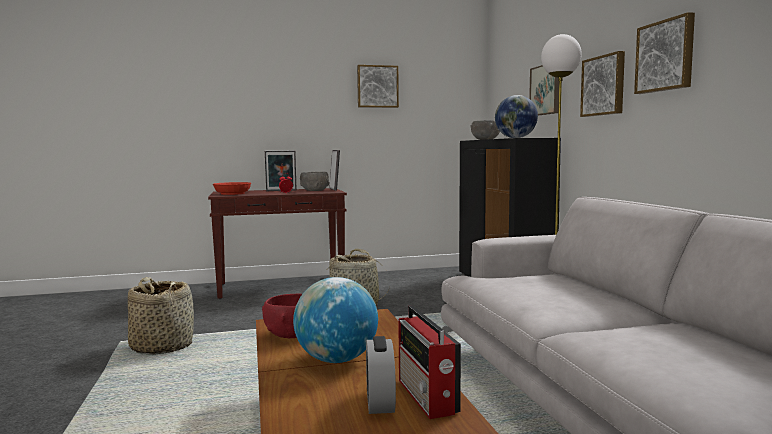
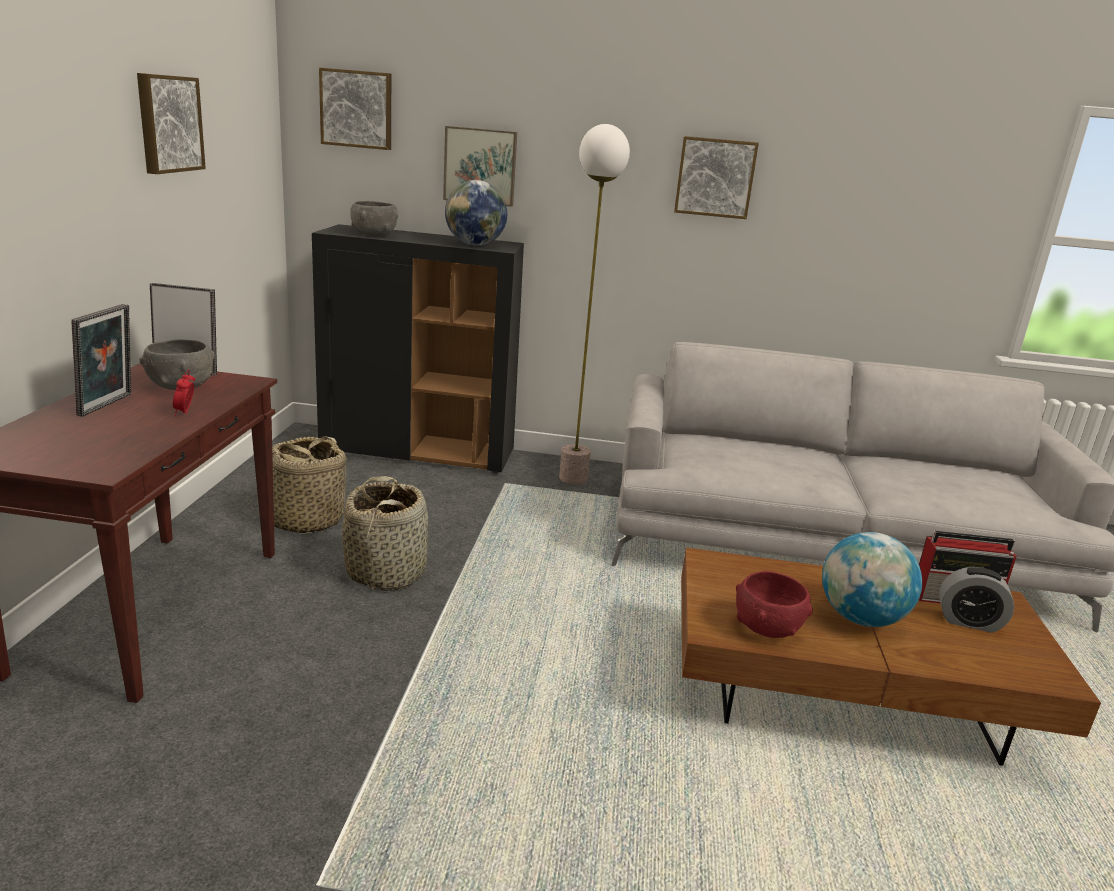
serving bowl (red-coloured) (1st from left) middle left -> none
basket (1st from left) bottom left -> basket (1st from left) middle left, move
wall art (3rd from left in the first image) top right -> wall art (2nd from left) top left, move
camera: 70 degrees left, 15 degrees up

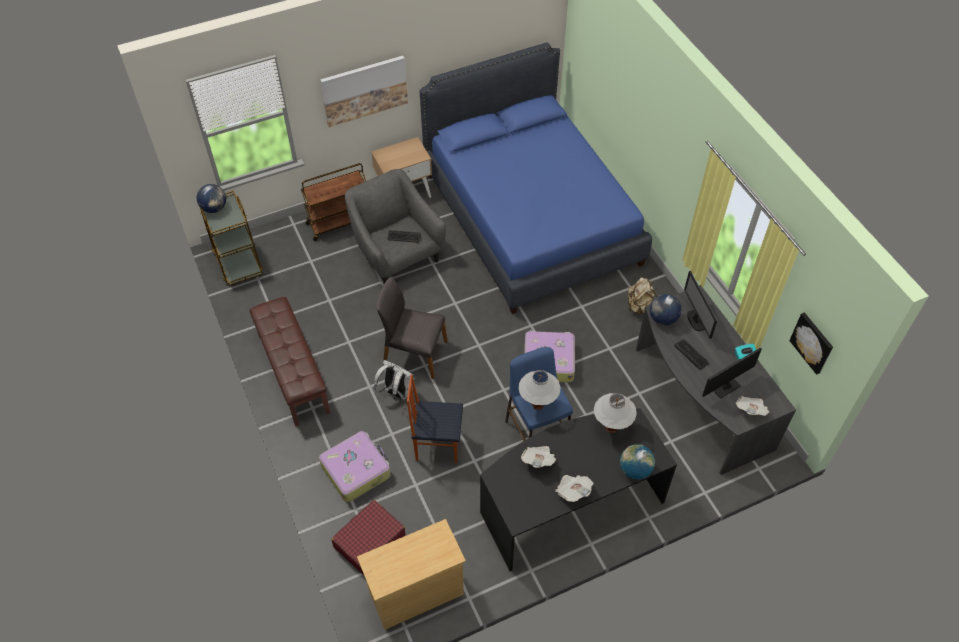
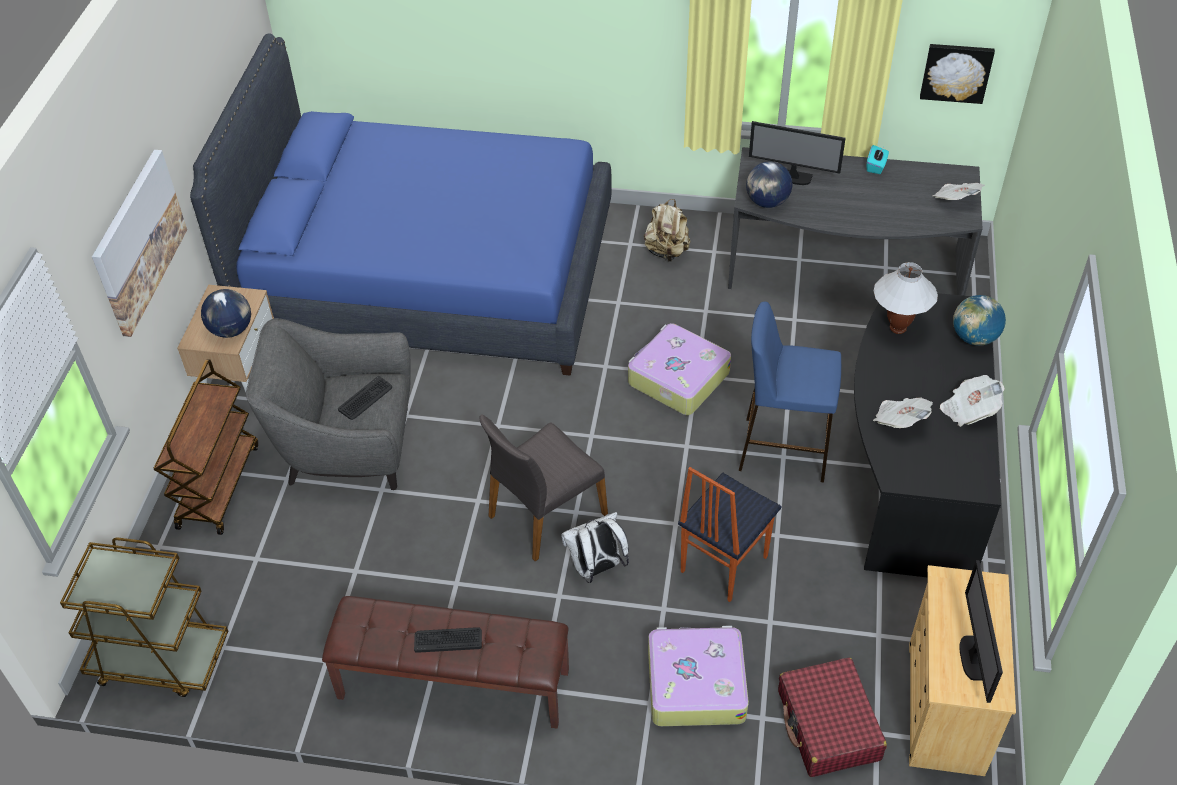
tabletop lamp (white-coloured) (1st from left) centre -> none
globe (1st from left) top left -> globe (1st from left) middle left, move
computer keyboard (2nd from left) middle right -> computer keyboard (2nd from left) bottom centre, move
computer display (2nd from left) middle right -> computer display (2nd from left) bottom right, move
camera: 55 degrees left, 5 degrees down

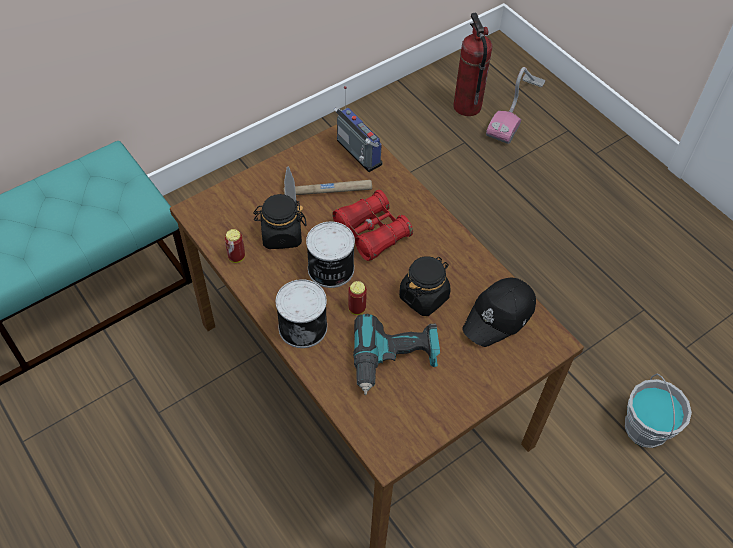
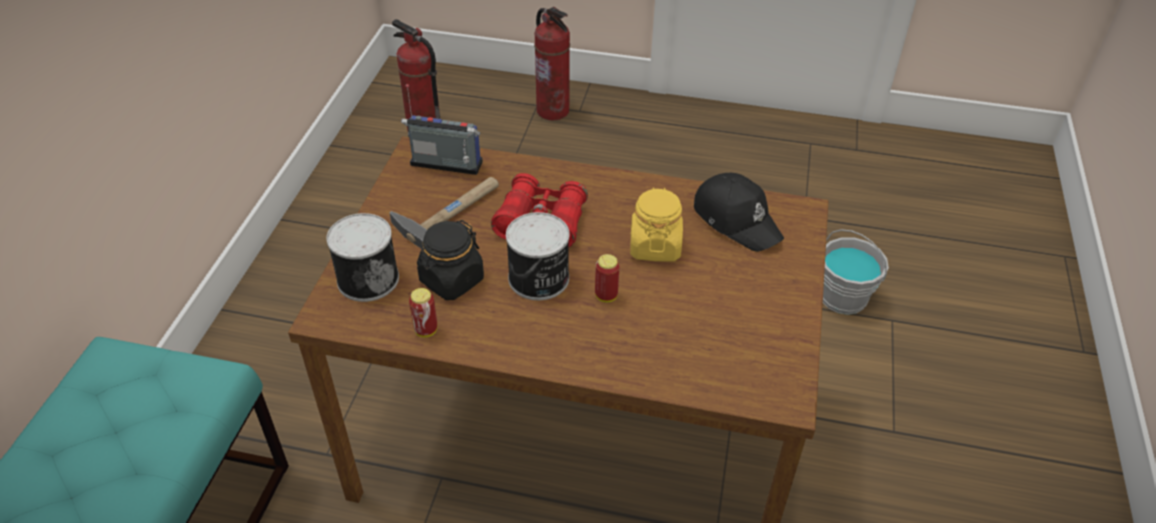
electric drill centre -> none
vacuum cleaner top right -> none
none -> fire extinguisher (2nd from left) top centre
can (2nd from left in the first image) centre -> can (1st from left) middle left, move
preserve jar (blackish) (2nd from left) centre -> preserve jar (yellow) centre
peaked cap (blackish) middle right -> peaked cap (blackish) centre, 45 degrees counterclockwise
camera: 40 degrees left, 10 degrees down

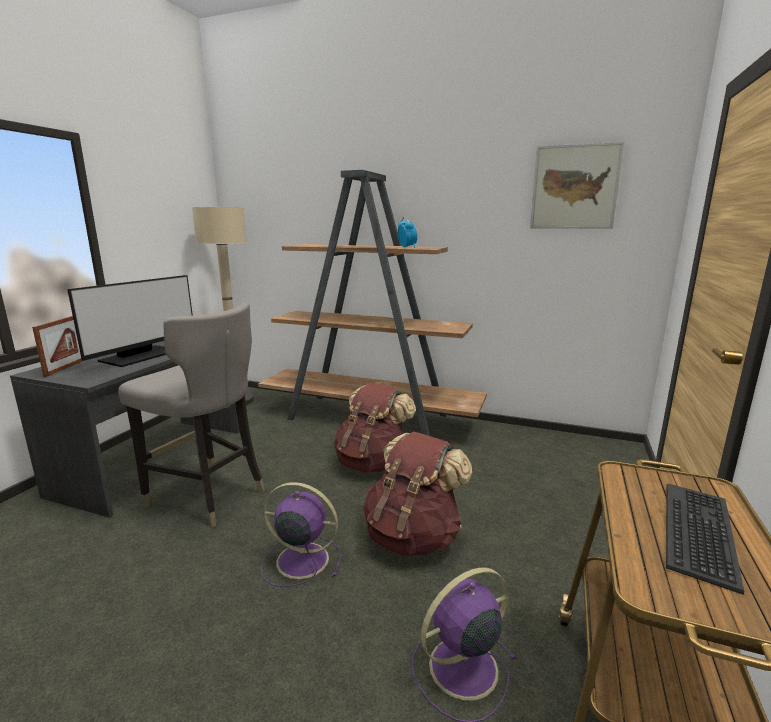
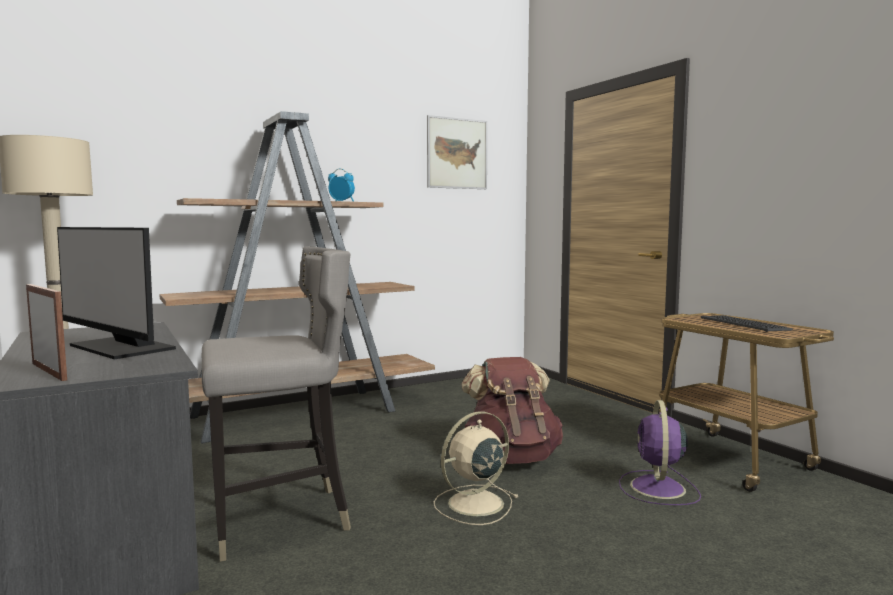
backpack (brown) (1st from left) centre -> none
fan (purple-coloured) (1st from left) bottom centre -> fan (sand-coloured) bottom centre
computer display middle left, 150 degrees clockwise
camera: 50 degrees left, 10 degrees down

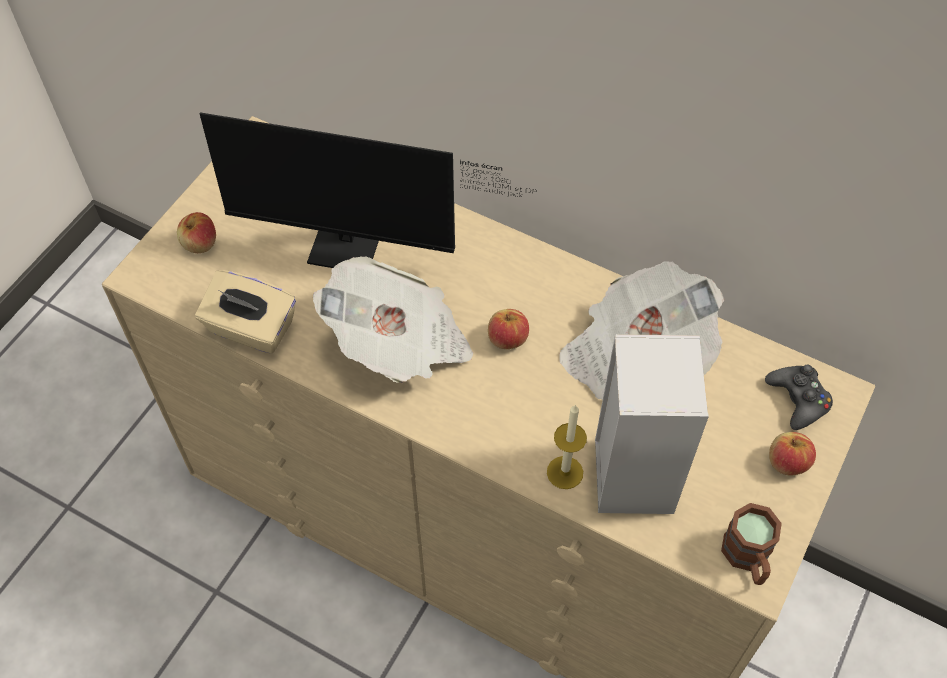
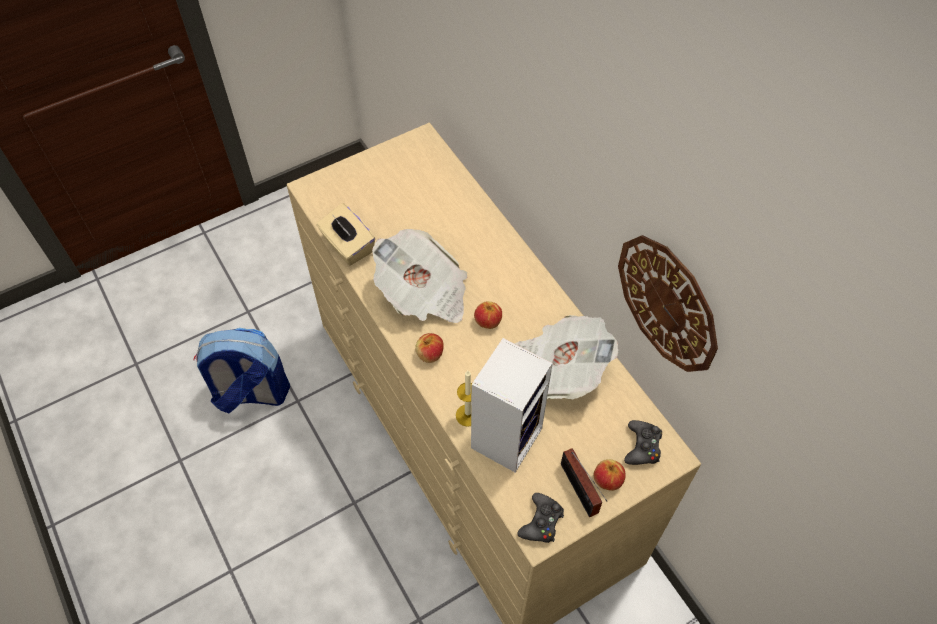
computer display top centre -> none
none -> backpack middle left
none -> radio set bottom centre
none -> hanging clock middle right
apple fruit (1st from left) middle left -> apple fruit (1st from left) centre, move
tea mug (brown) bottom right -> game controller (blackish) (1st from left) bottom centre
camera: 30 degrees right, 0 degrees up

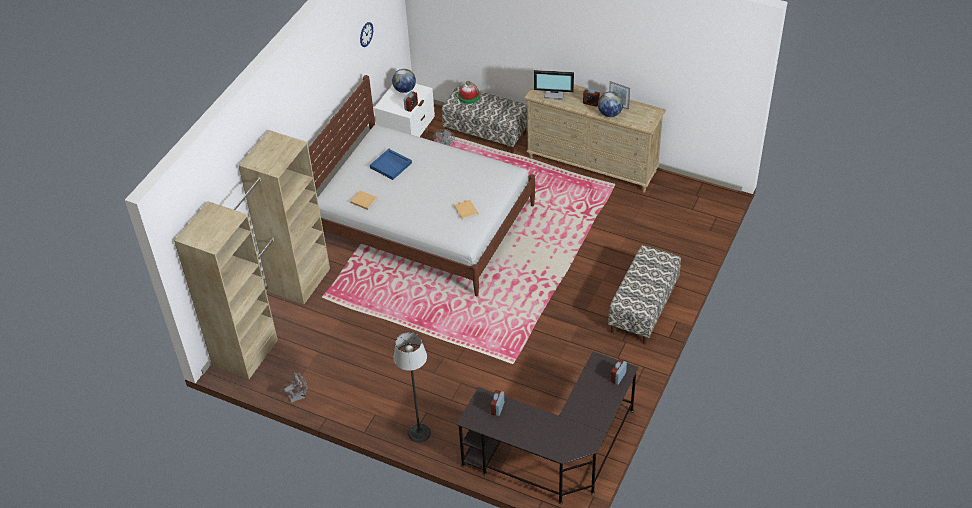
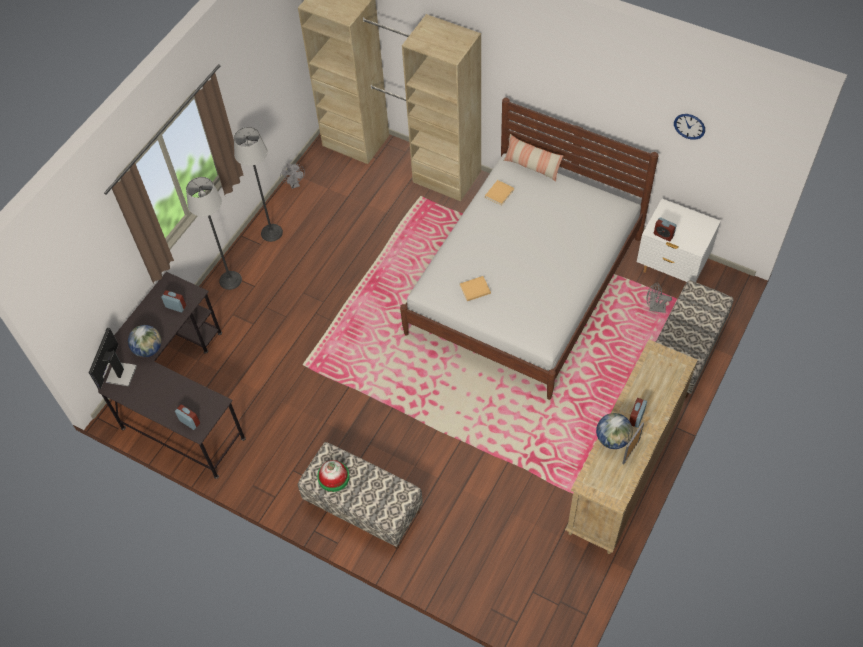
serving tray (blue) top centre -> none
none -> standard lamp (2nd from left) top left
none -> pillow top centre
globe (1st from left) top centre -> globe (1st from left) middle left, move
clothing hat top centre -> clothing hat bottom centre, move
computer display top centre -> computer display middle left, move
camera: 95 degrees right, 10 degrees up

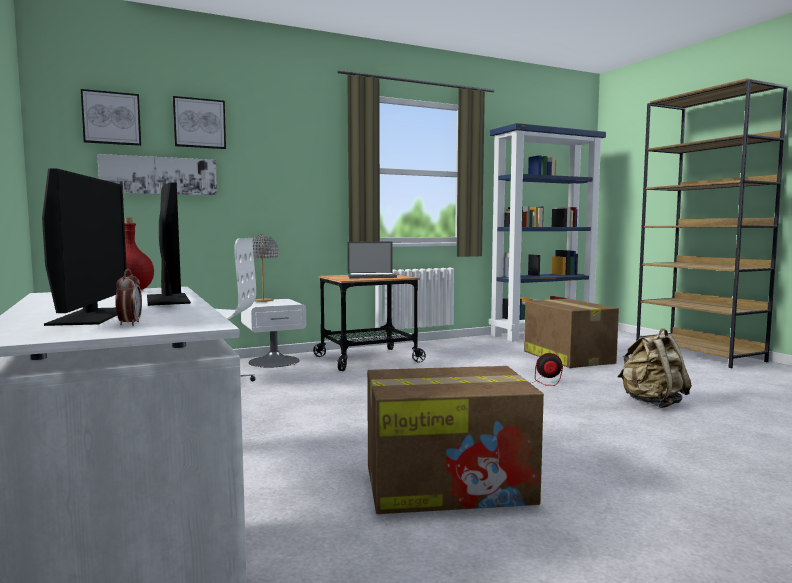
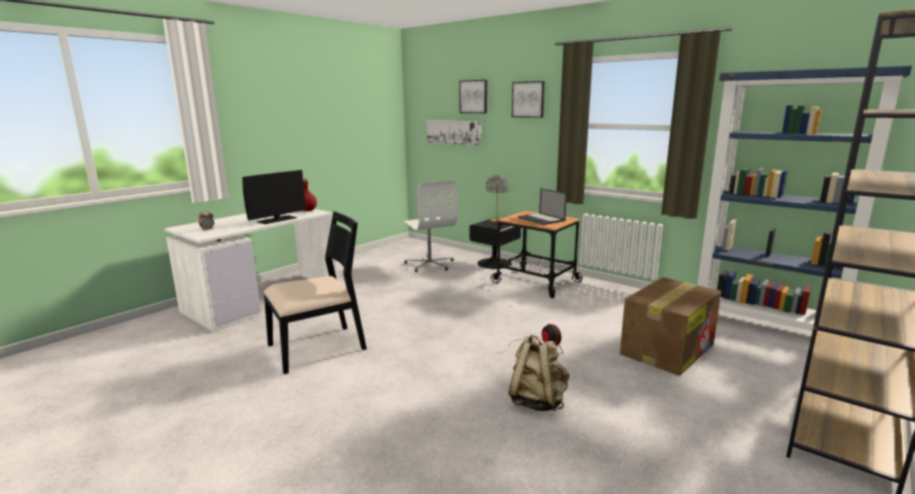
computer display (1st from left) middle left -> none
wall art (1st from left in the first image) top left -> wall art (3rd from left) top centre, move
packing box (1st from left) bottom centre -> plain chair (blackish) centre
night table (white-coloured) centre -> night table (blackish) centre
camera: 65 degrees right, 10 degrees up

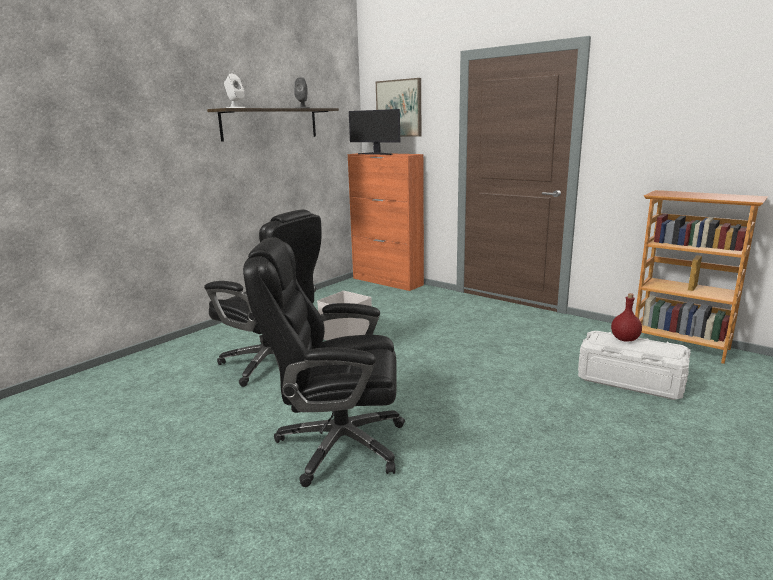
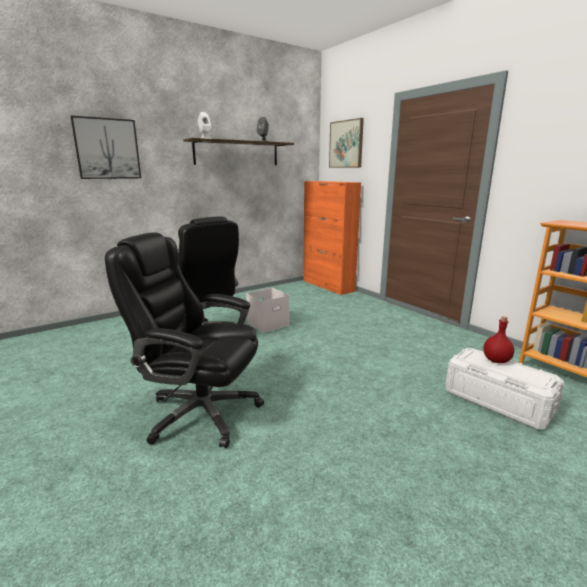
computer display top centre -> none
none -> wall art (1st from left) top left
camera: 15 degrees right, 0 degrees up

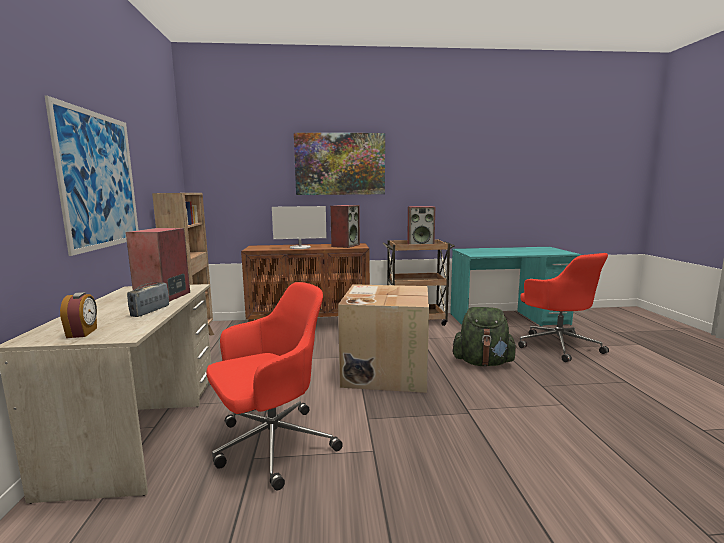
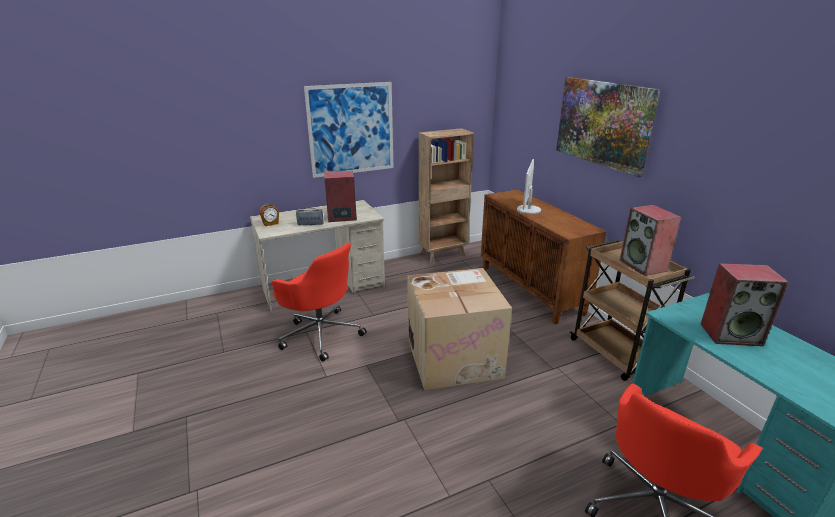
backpack (green) middle right -> none
audio speaker (2nd from left in the first image) centre -> audio speaker (3rd from left) middle right, move
computer display centre, 45 degrees clockwise
camera: 70 degrees right, 15 degrees up

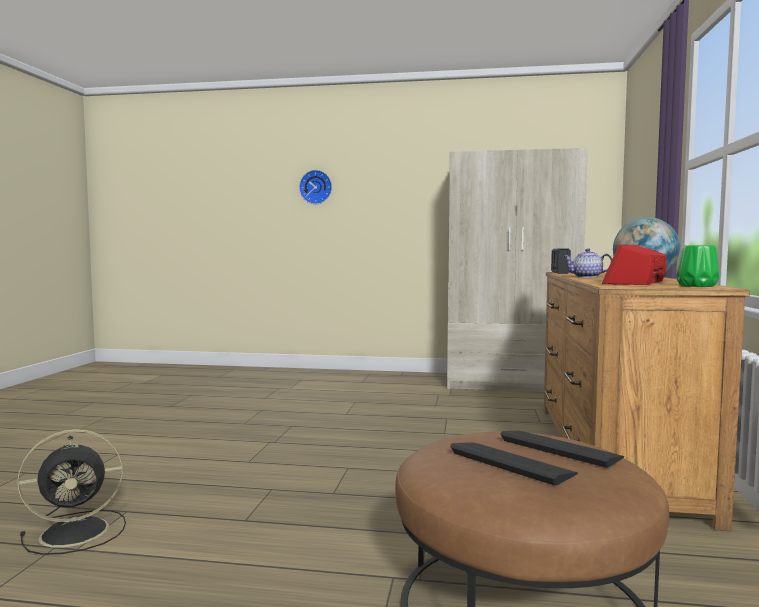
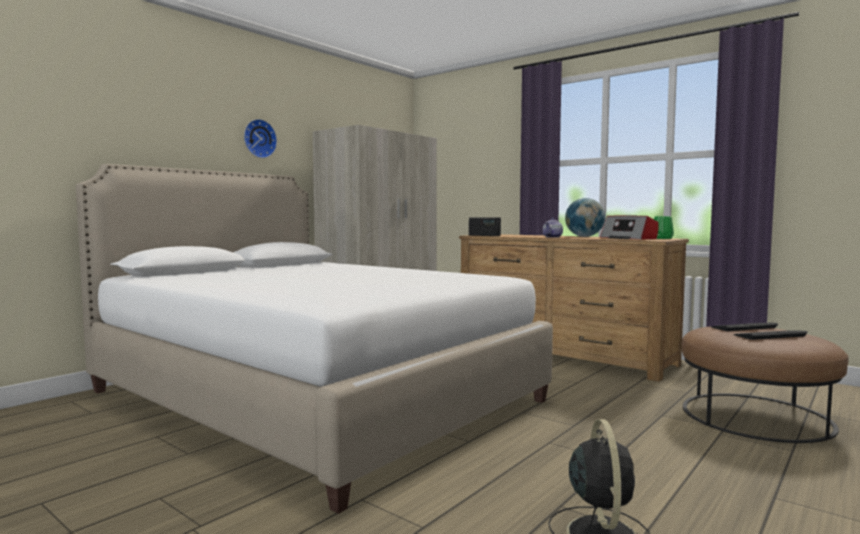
none -> bedroom bed (white-coloured) centre
hanging clock top centre -> hanging clock top left, move
camera: 60 degrees left, 0 degrees up

